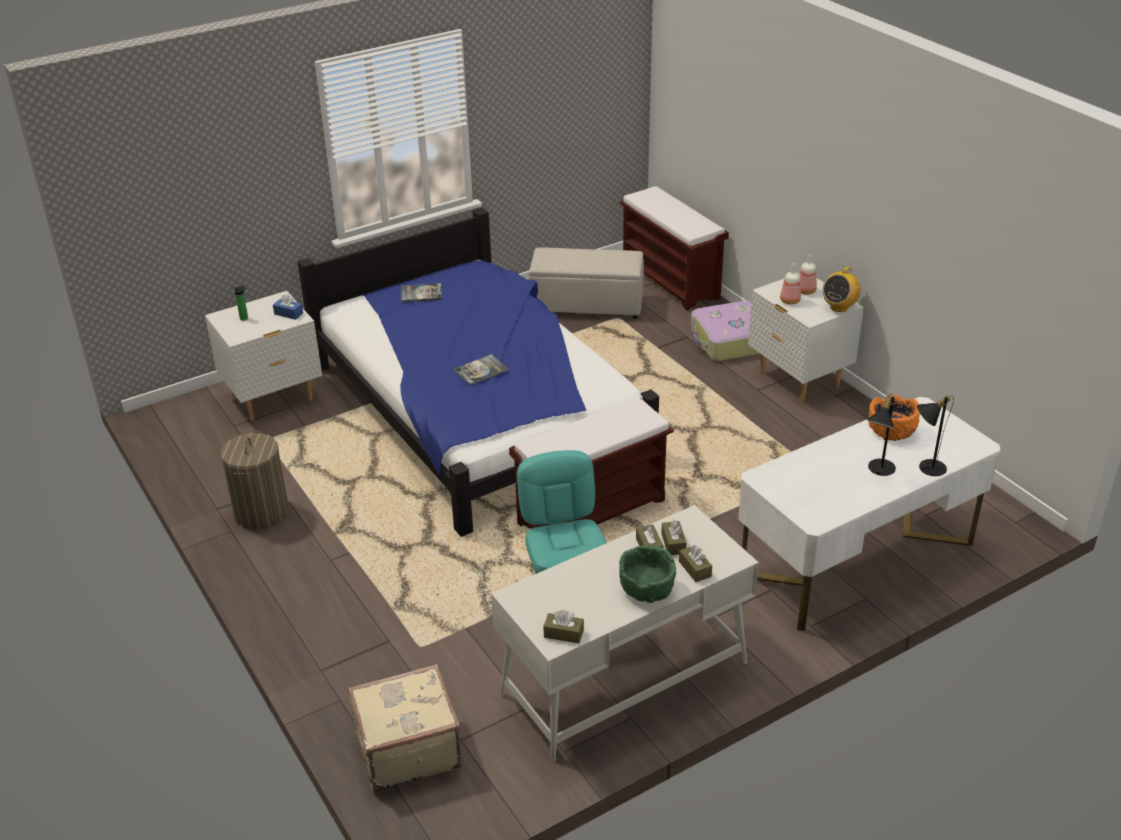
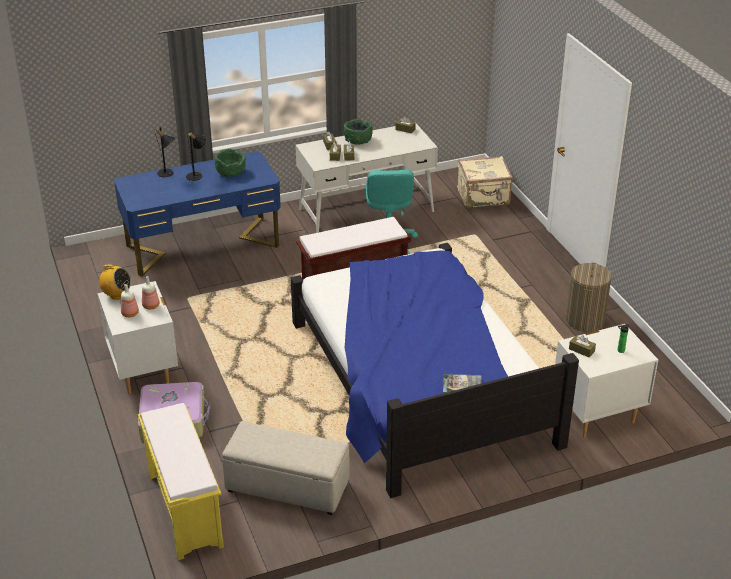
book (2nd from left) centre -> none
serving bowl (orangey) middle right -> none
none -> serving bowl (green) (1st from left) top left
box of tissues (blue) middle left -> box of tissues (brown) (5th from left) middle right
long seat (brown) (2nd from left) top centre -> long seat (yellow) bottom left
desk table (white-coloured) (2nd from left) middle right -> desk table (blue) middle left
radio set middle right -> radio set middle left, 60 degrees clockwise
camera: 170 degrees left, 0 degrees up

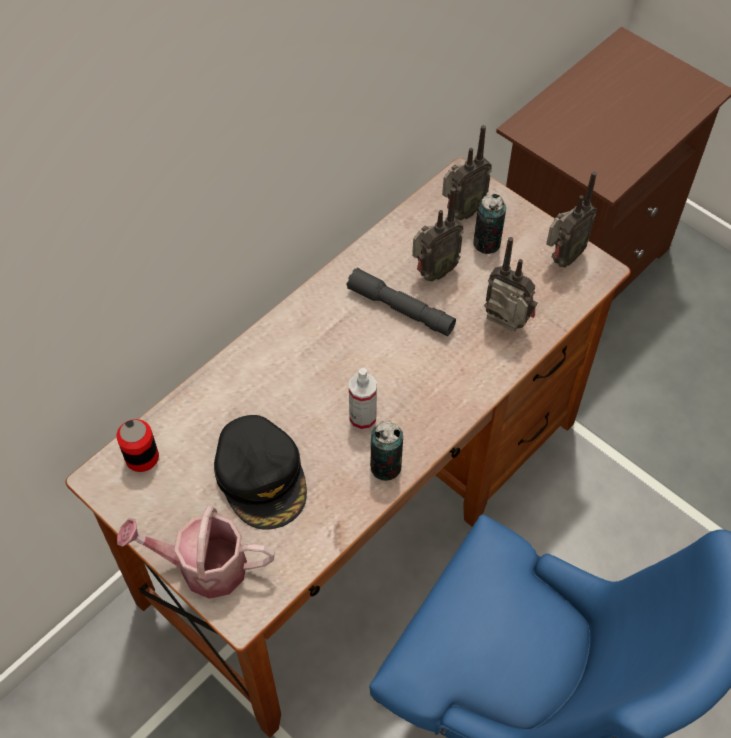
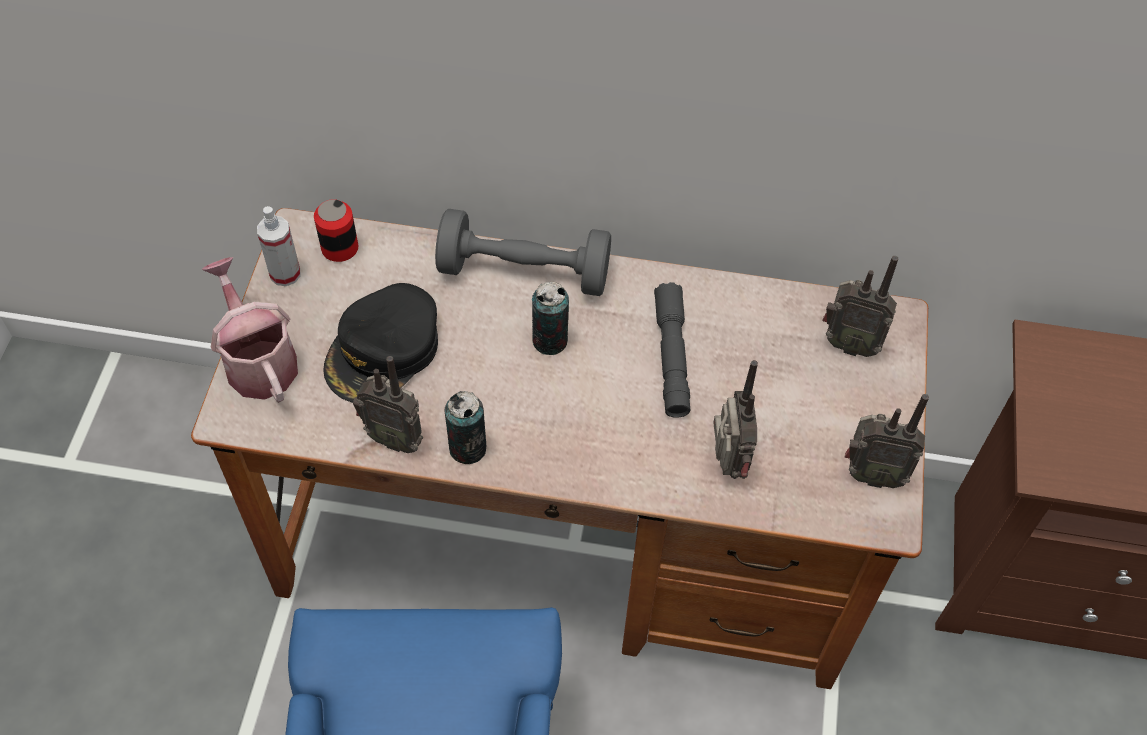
none -> free weight (gray) centre
spray bottle centre -> spray bottle middle left, move
radio set (1st from left) top centre -> radio set (1st from left) centre, move
can (3rd from left) top right -> can (3rd from left) centre, move
camera: 55 degrees right, 0 degrees up

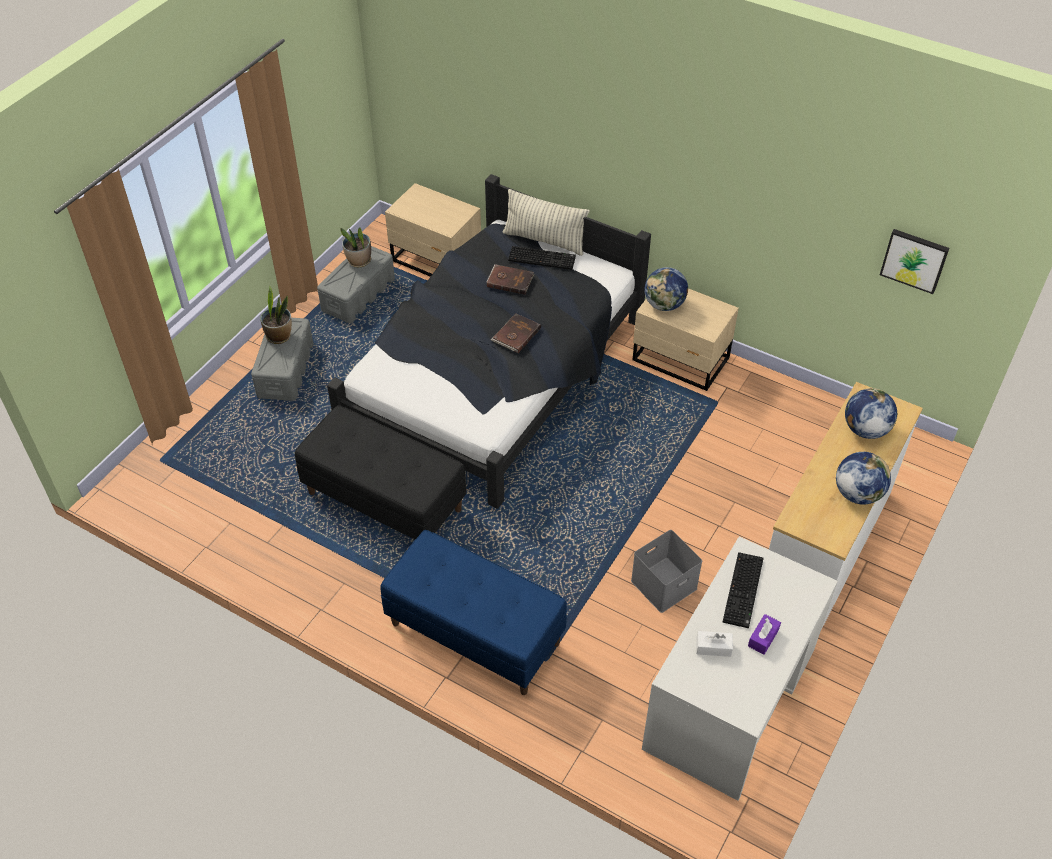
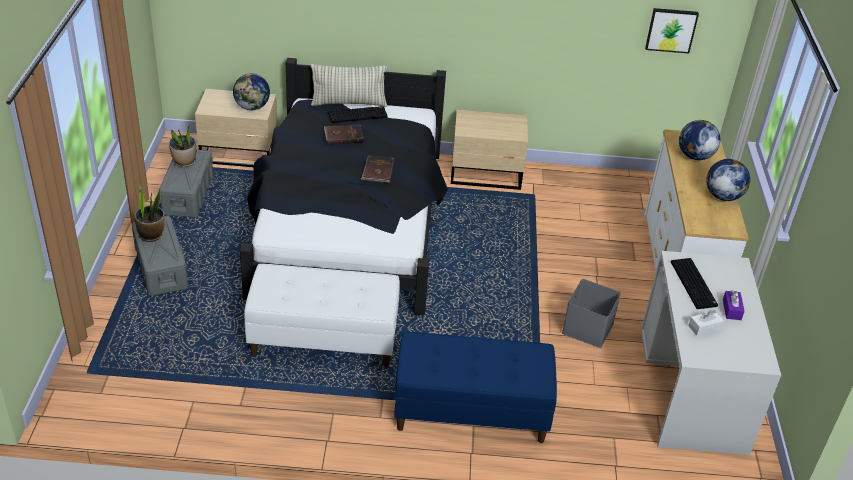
globe (1st from left) centre -> globe (1st from left) top left, move
long seat (blackish) centre -> long seat (white-coloured) centre
camera: 30 degrees left, 10 degrees down

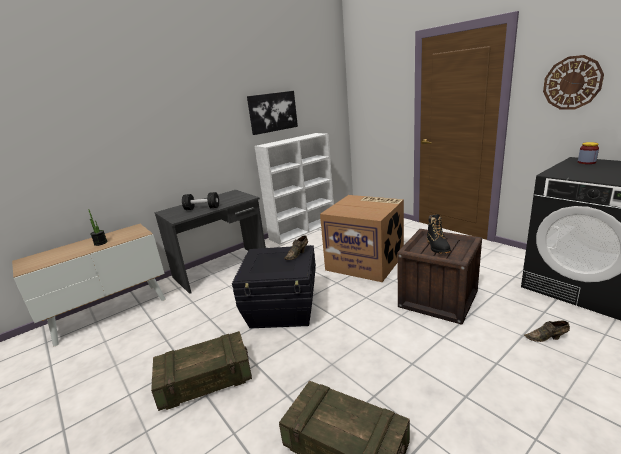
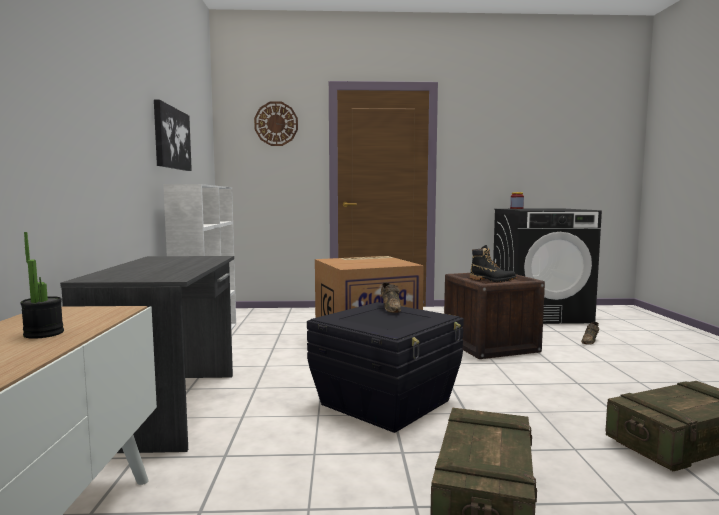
free weight (blackish) middle left -> none
hanging clock top right -> hanging clock top centre, move
camera: 55 degrees left, 15 degrees down

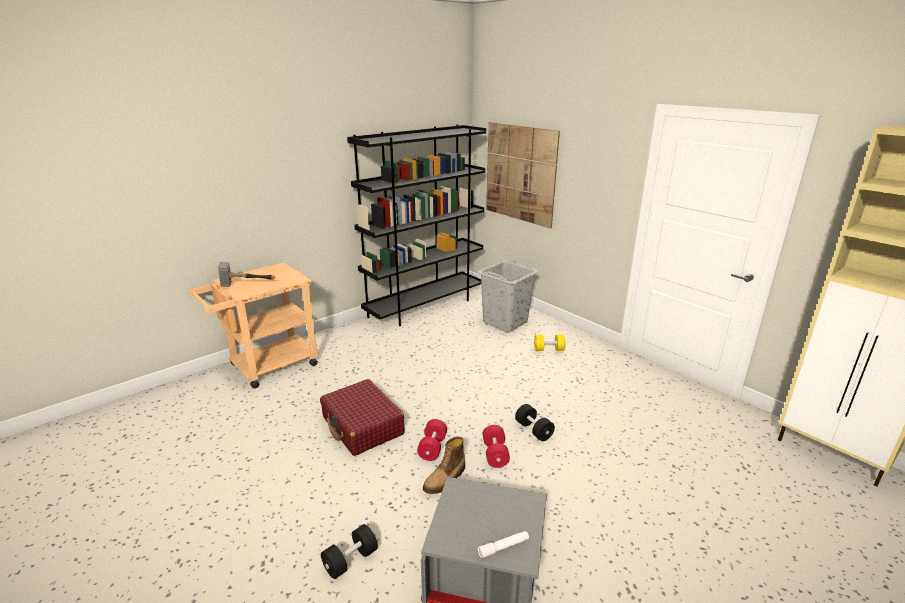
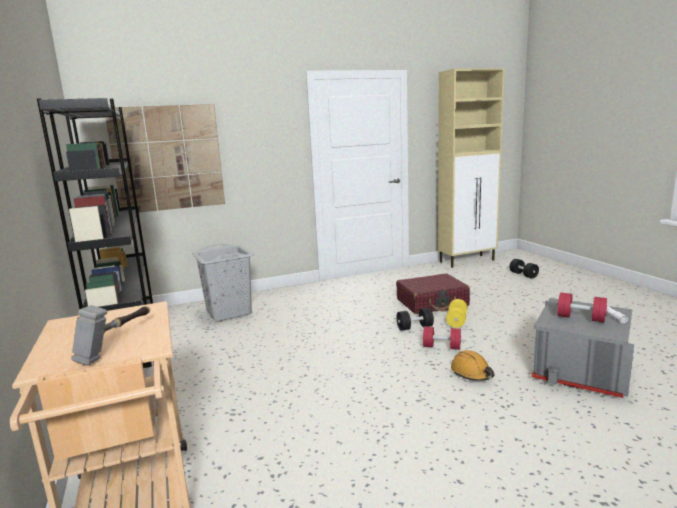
travel case (red-coloured) bottom centre -> travel case (red-coloured) centre, move
free weight (blackish) (1st from left in the first image) bottom centre -> free weight (blackish) (2nd from left) middle right, move
free weight (red-coloured) (1st from left in the first image) bottom centre -> free weight (red-coloured) (2nd from left) middle right, move
free weight (yellow) centre -> free weight (yellow) middle right, move
high-top boot bottom centre -> safety helmet (orangey) bottom right
camera: 70 degrees left, 10 degrees down

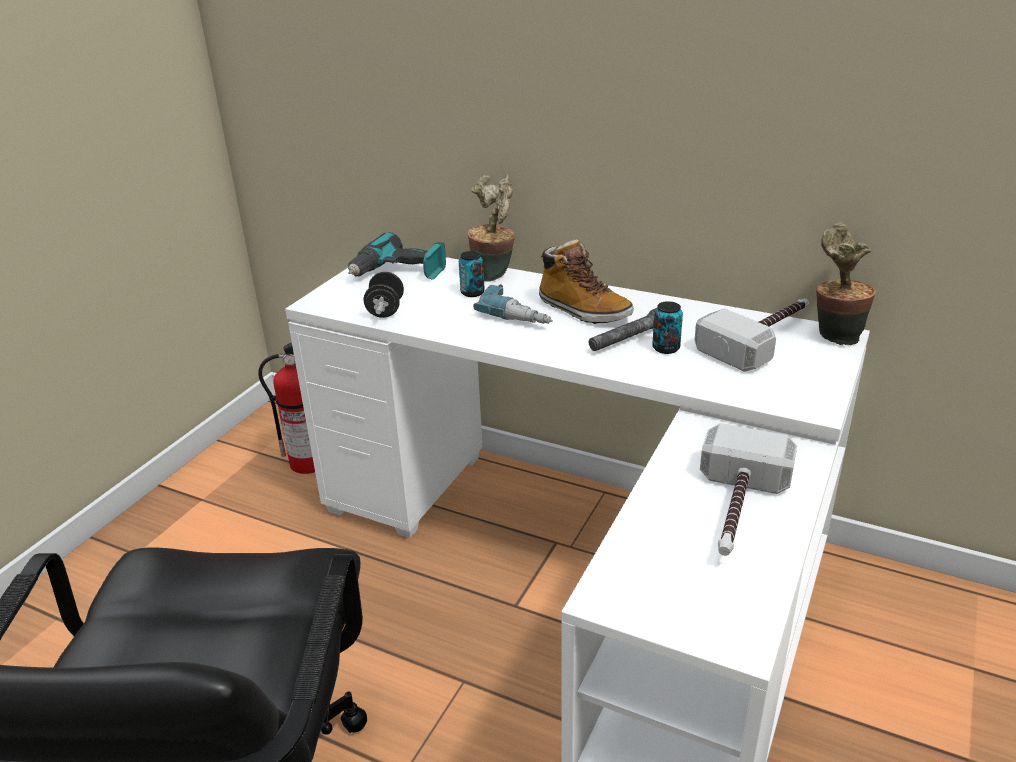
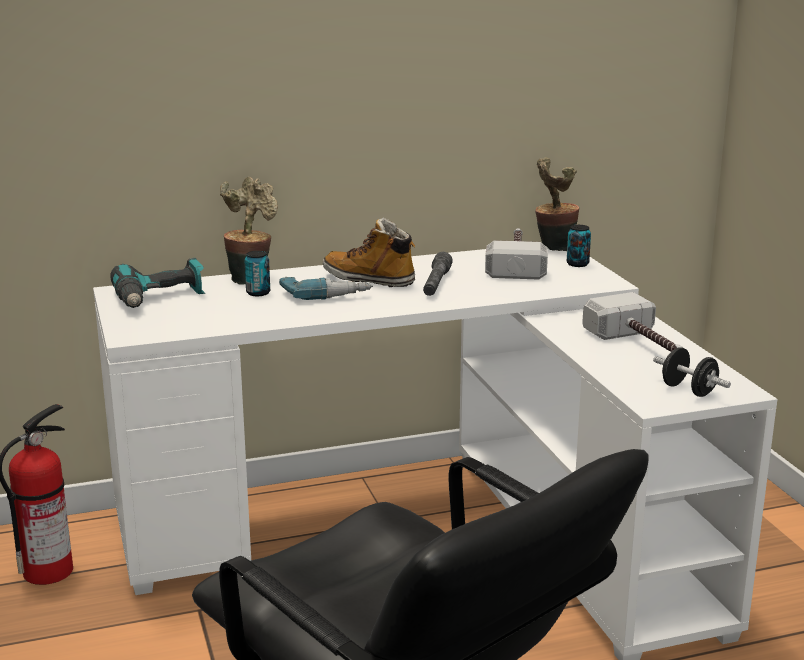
free weight (blackish) centre -> free weight (blackish) middle right, move
can (2nd from left) centre -> can (2nd from left) middle right, move
high-top boot centre, 150 degrees counterclockwise
camera: 45 degrees left, 10 degrees down

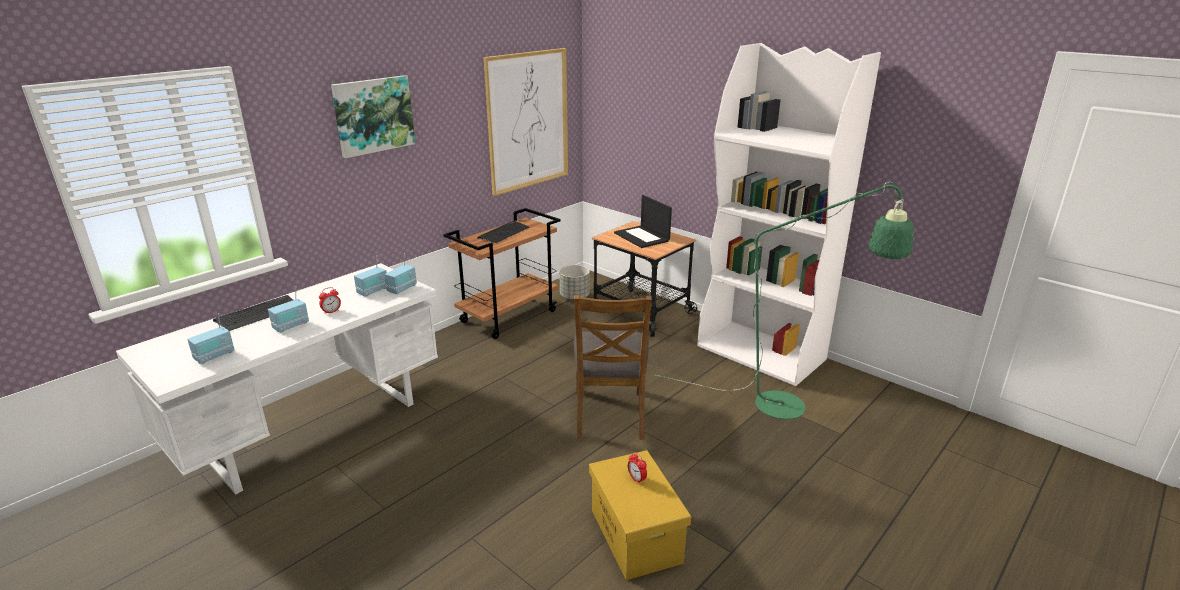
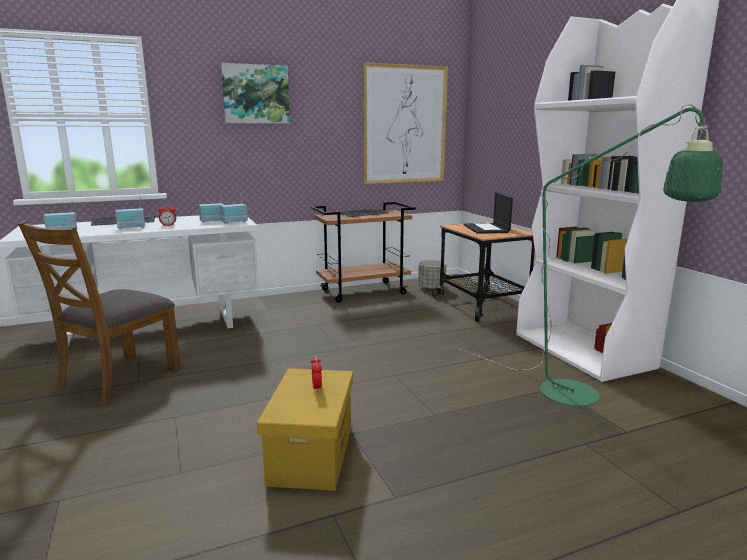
plain chair (brown) centre -> plain chair (brown) middle left, move
camera: 25 degrees right, 10 degrees down

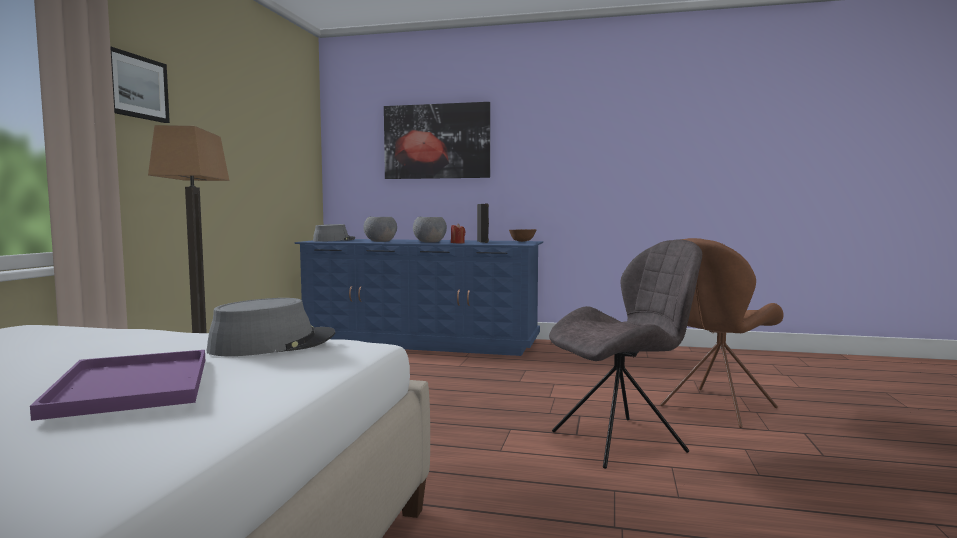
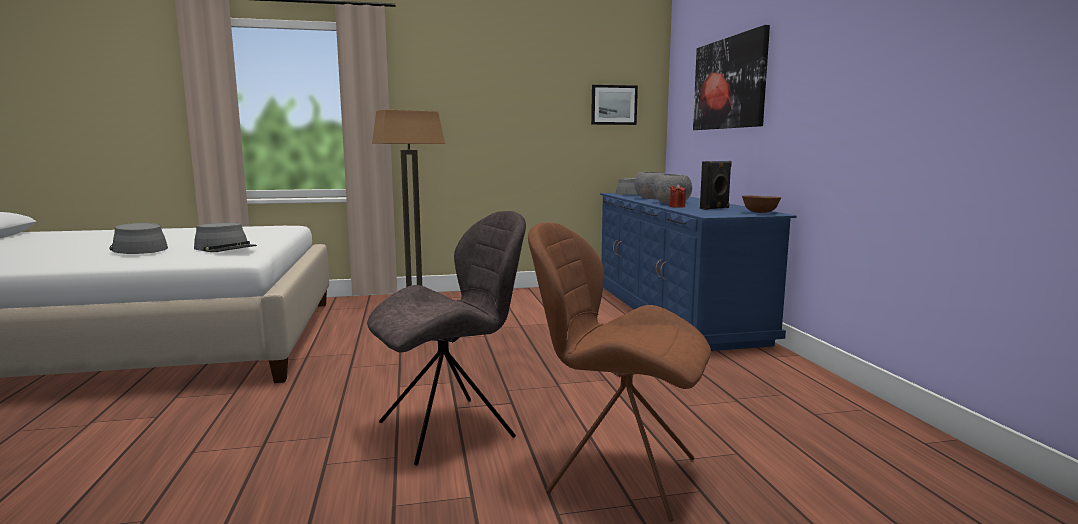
wall art (1st from left) top left -> wall art (1st from left) top centre, move
serving tray (purple-coloured) bottom left -> clothing hat (gray) (1st from left) middle left
plain chair (gray) centre, 75 degrees counterclockwise
camera: 65 degrees right, 5 degrees up

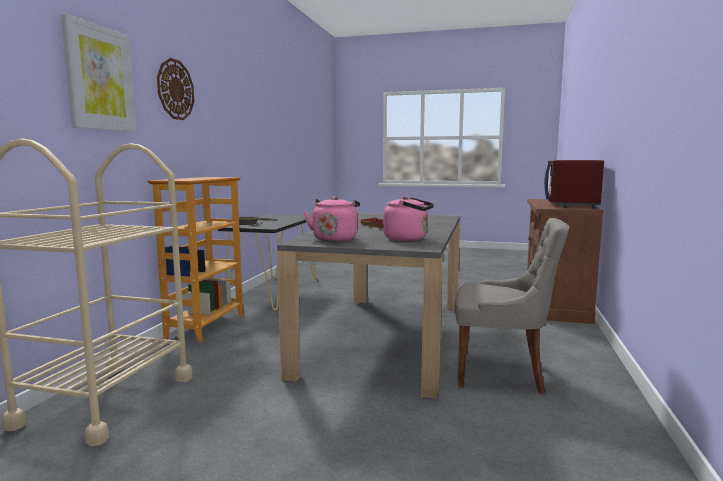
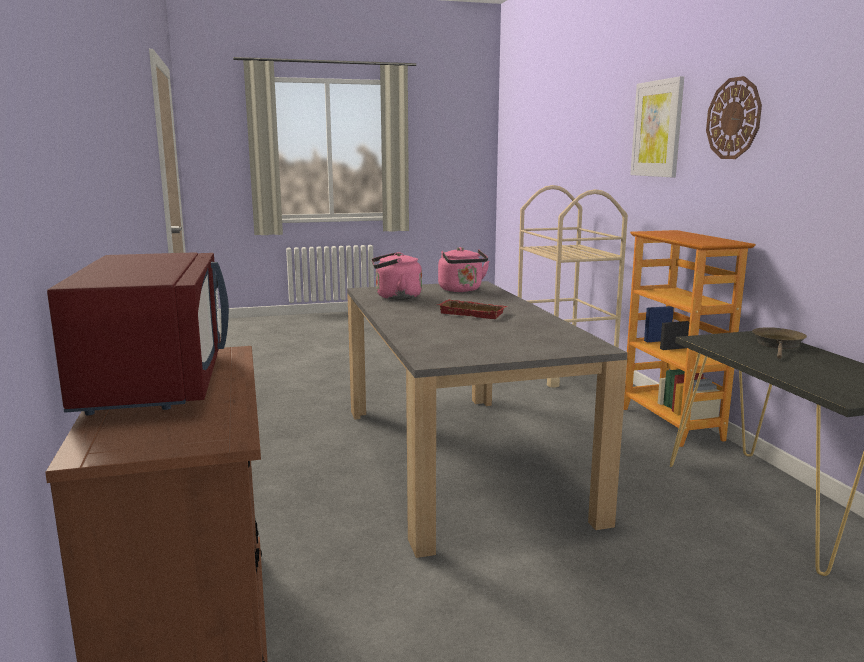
plain chair (gray) middle right -> none
camera: 150 degrees right, 5 degrees up

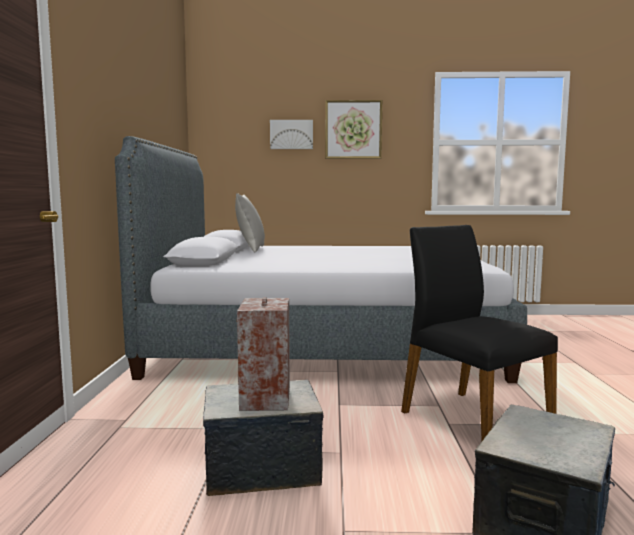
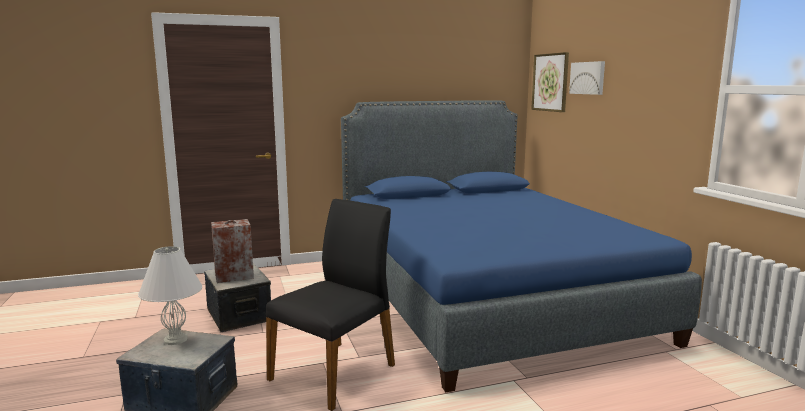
pillow (gray) centre -> none
none -> tabletop lamp (white-coloured) bottom left
wall art (2nd from left in the first image) top centre -> wall art (1st from left) top right, move
bedroom bed (gray) centre -> bedroom bed (blue) centre
camera: 70 degrees right, 5 degrees up

